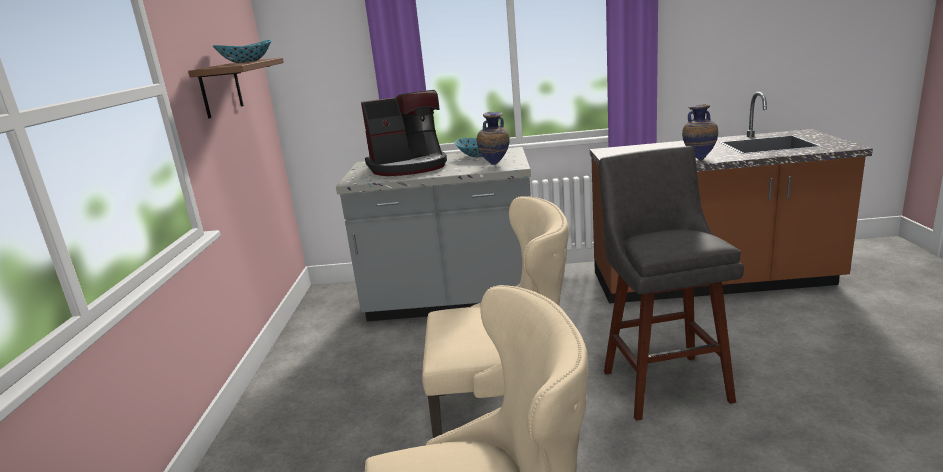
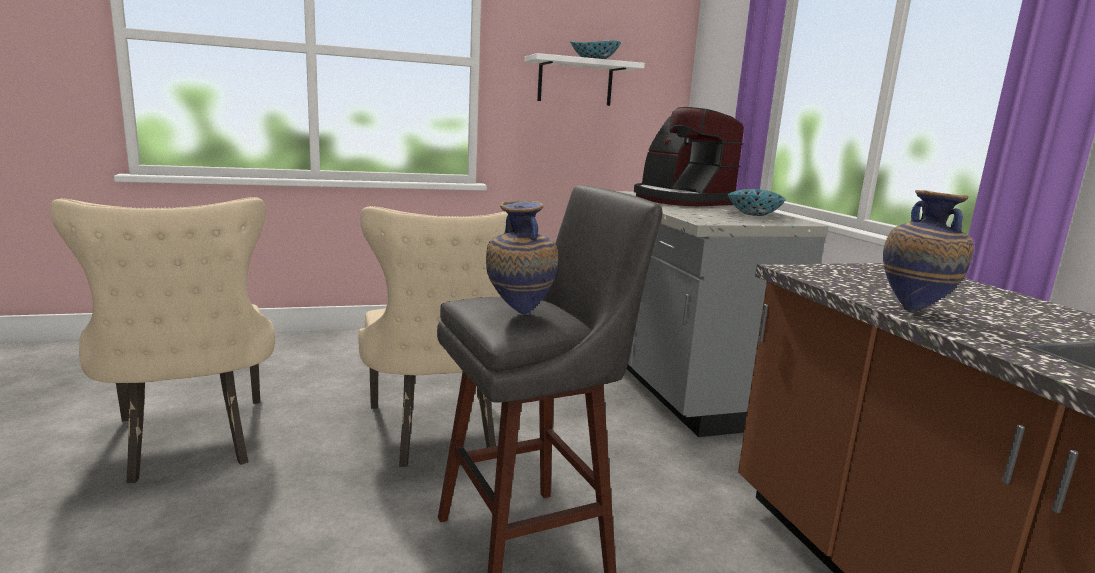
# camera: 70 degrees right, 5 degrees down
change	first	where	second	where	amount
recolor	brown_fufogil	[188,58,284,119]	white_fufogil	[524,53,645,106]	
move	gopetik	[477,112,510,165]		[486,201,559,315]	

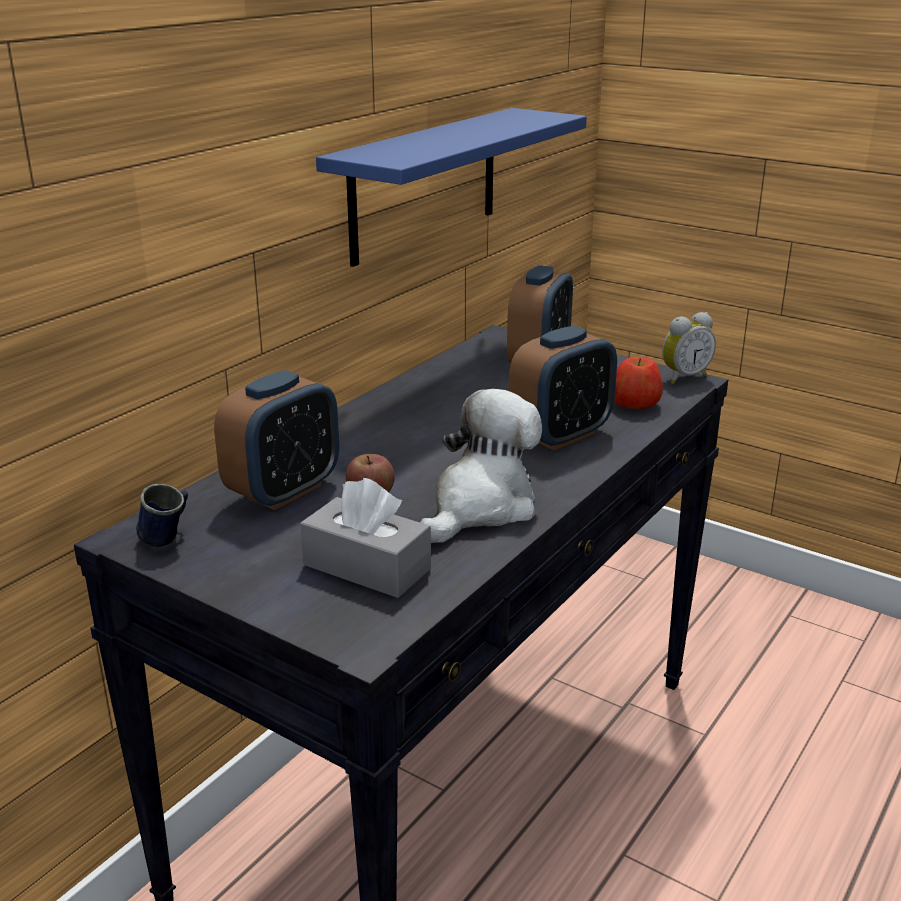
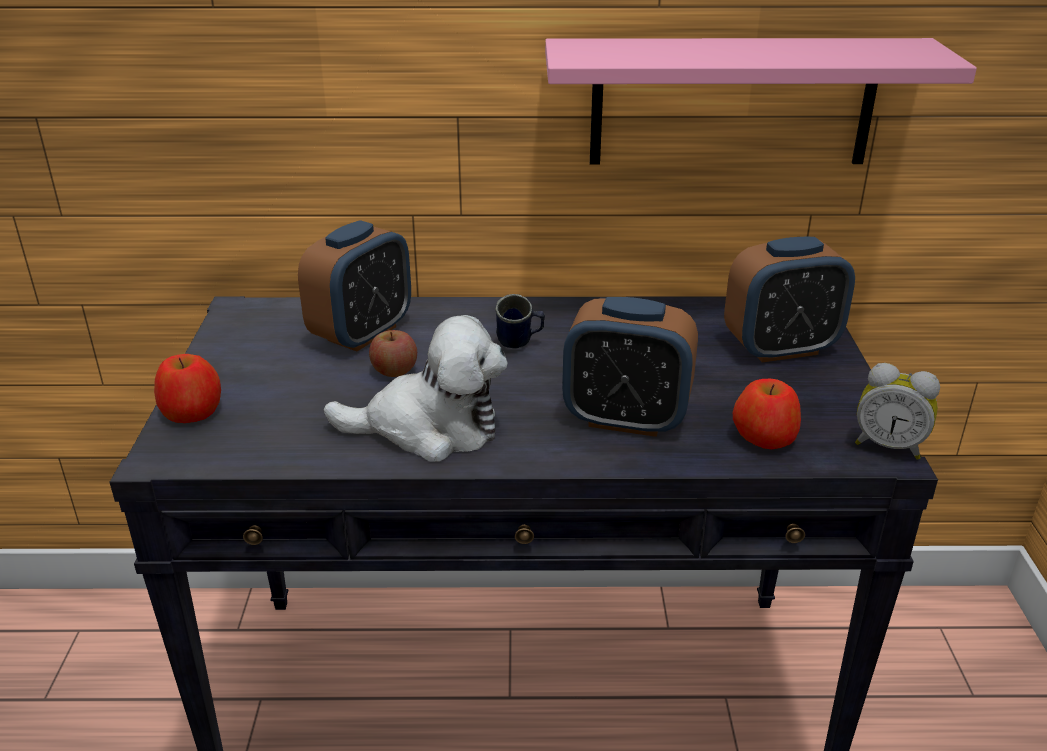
# camera: 55 degrees right, 5 degrees up
change	first	where	second	where	amount
move	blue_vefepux	[136,484,188,547]		[495,294,545,349]	
rotate	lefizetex	[214,370,339,510]		[298,220,411,352]	60 degrees counterclockwise
delete	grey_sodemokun	[300,478,431,598]			
recolor	blue_fufogil	[316,108,587,267]	pink_fufogil	[545,38,977,165]	
insert			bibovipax	[154,354,221,423]	

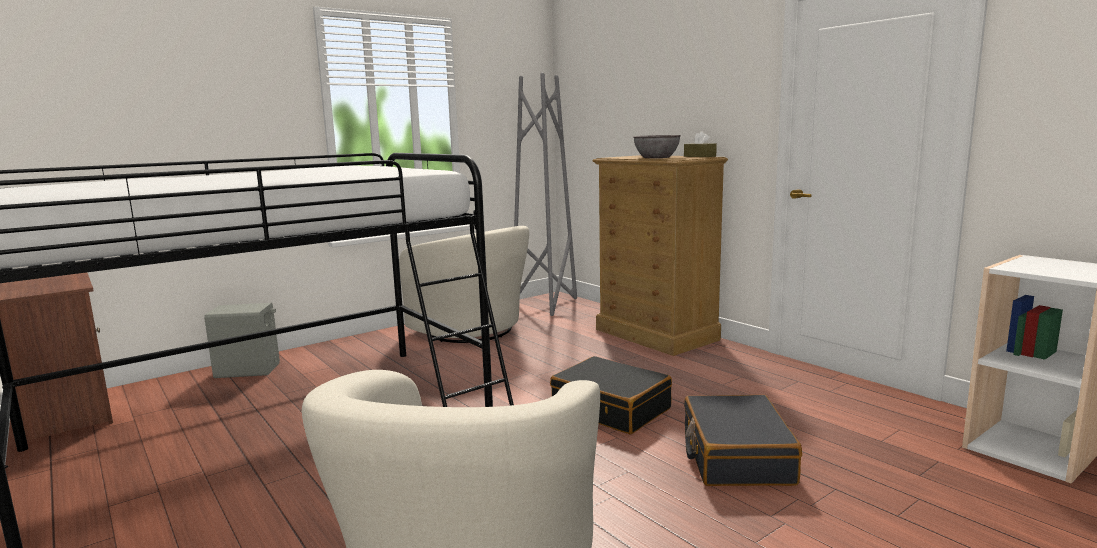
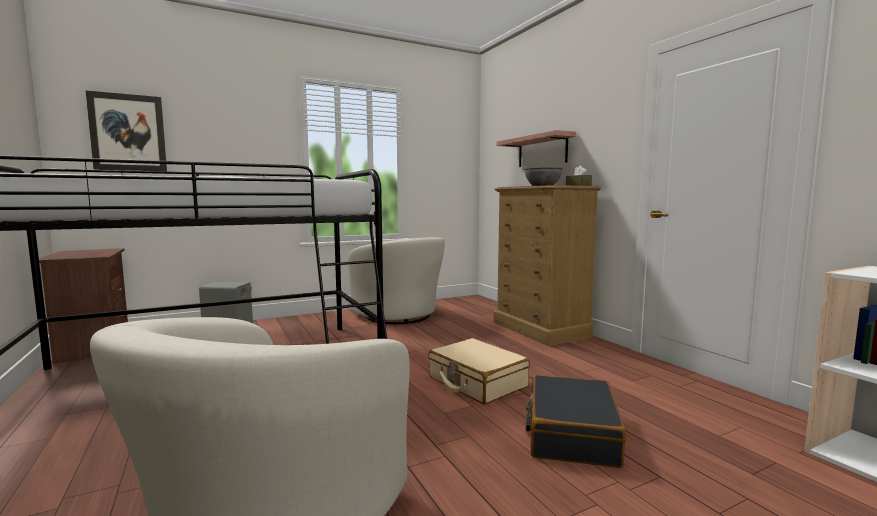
# camera: 10 degrees right, 5 degrees down
change	first	where	second	where	amount
delete	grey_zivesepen	[514,73,577,316]			
recolor	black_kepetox	[550,356,672,434]	beige_kepetox	[428,338,530,405]	
insert			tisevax	[86,91,167,171]	
insert			fufogil	[496,130,576,167]	

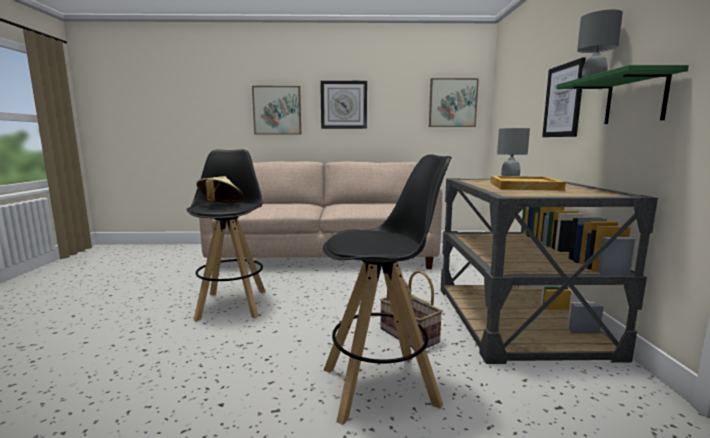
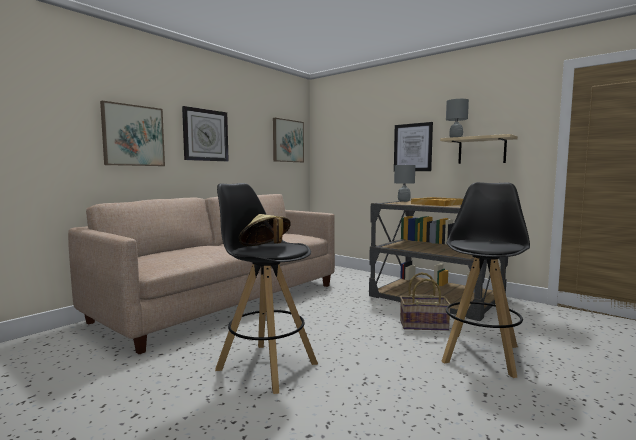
# camera: 50 degrees left, 5 degrees down
change	first	where	second	where	amount
recolor	green_fufogil	[556,65,689,124]	beige_fufogil	[440,134,518,164]	

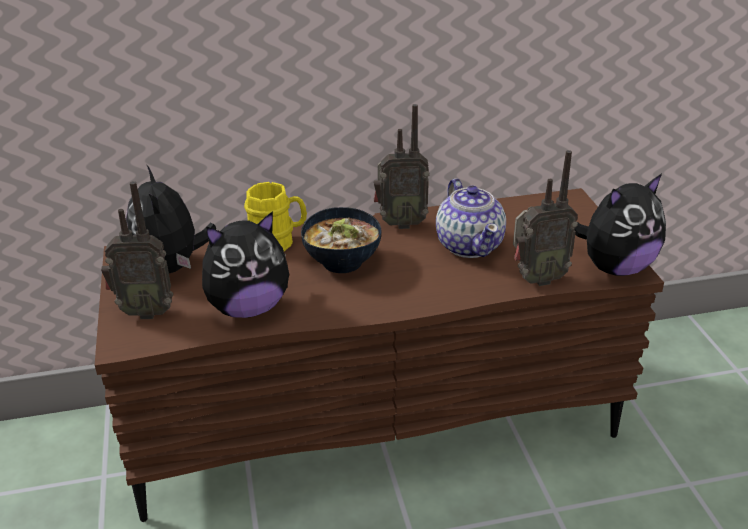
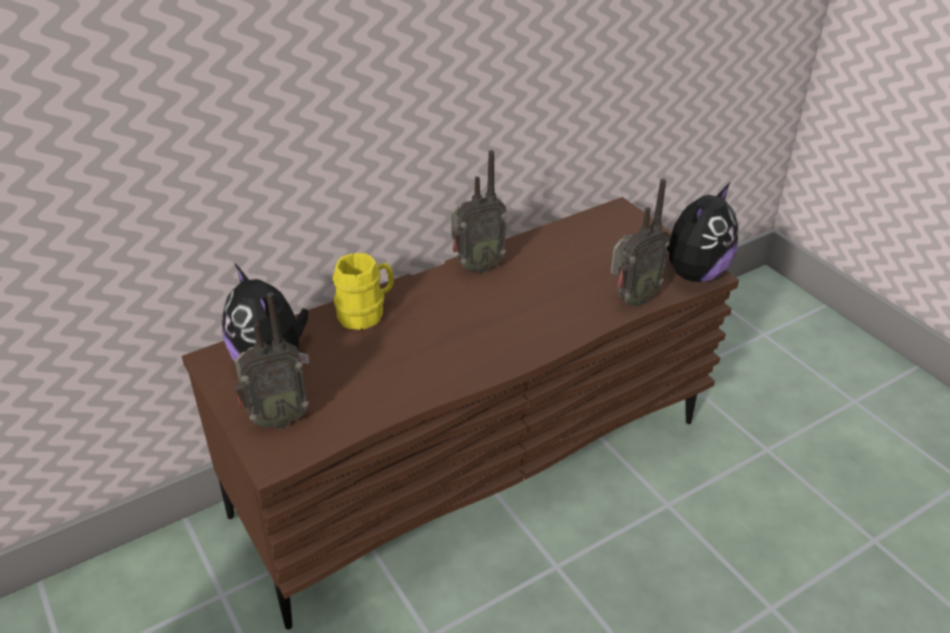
# camera: 20 degrees left, 5 degrees up
change	first	where	second	where	amount
delete	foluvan	[202,211,289,318]			
delete	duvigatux	[301,207,382,273]			
delete	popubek	[436,178,506,258]			

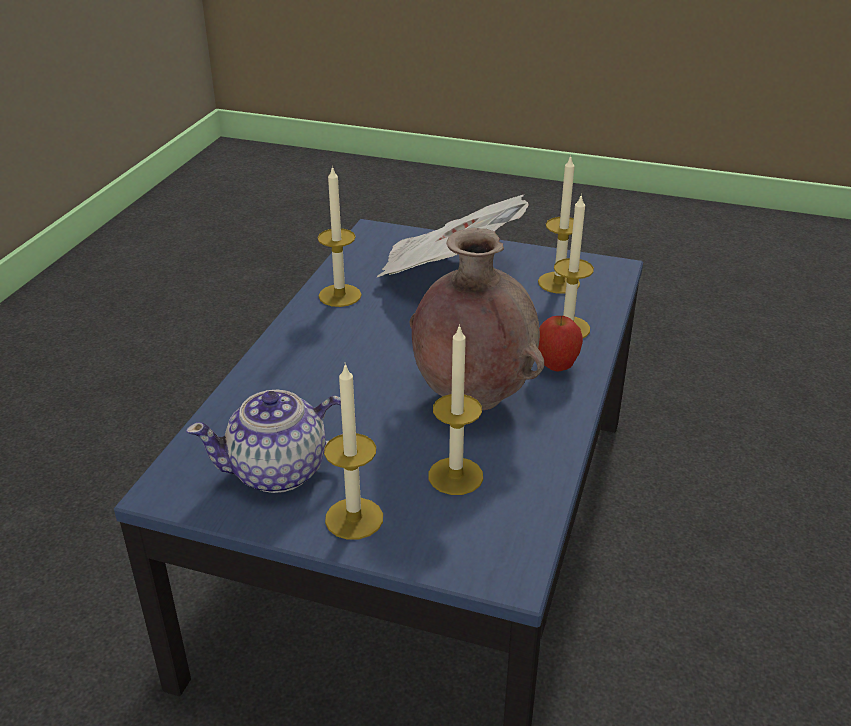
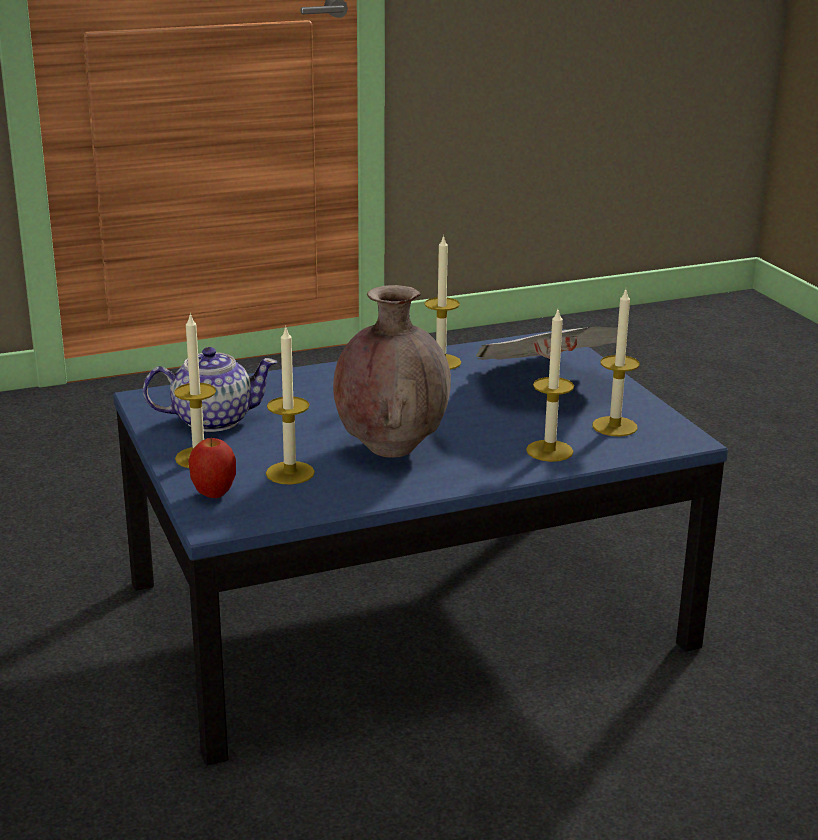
# camera: 50 degrees right, 10 degrees down
change	first	where	second	where	amount
rotate	popubek	[186,390,356,493]		[143,347,277,432]	135 degrees clockwise
move	bibovipax	[538,316,583,372]		[188,437,236,498]	

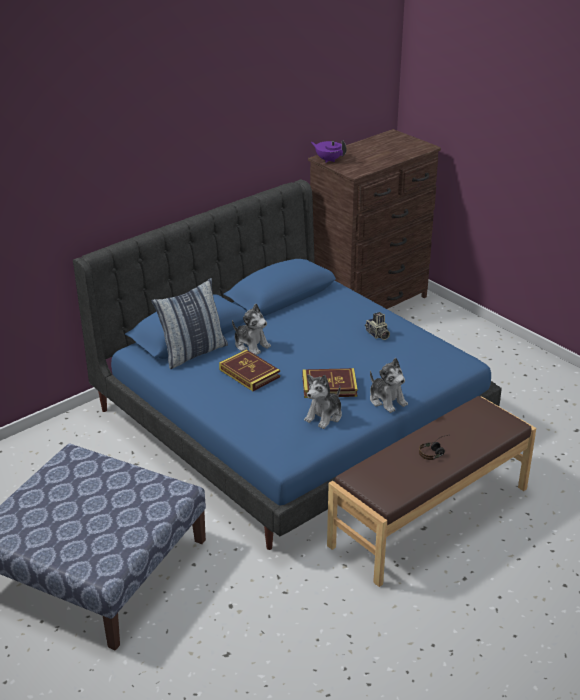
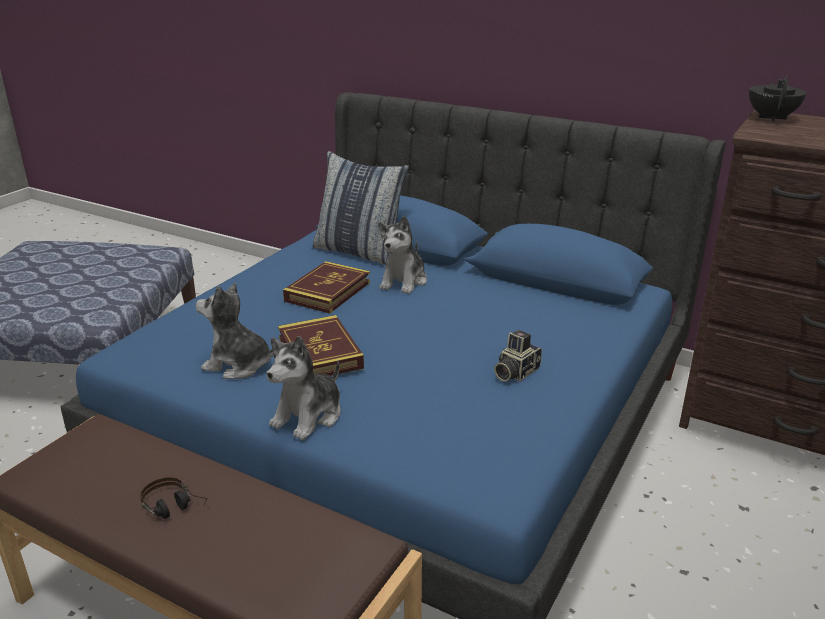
# camera: 70 degrees right, 5 degrees down
change	first	where	second	where	amount
recolor	purple_popubek	[311,140,346,163]	black_popubek	[749,77,806,121]	

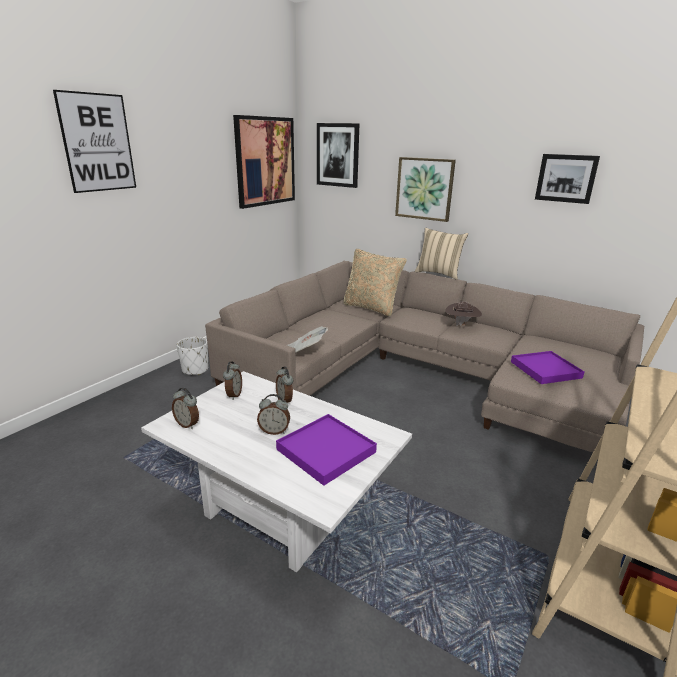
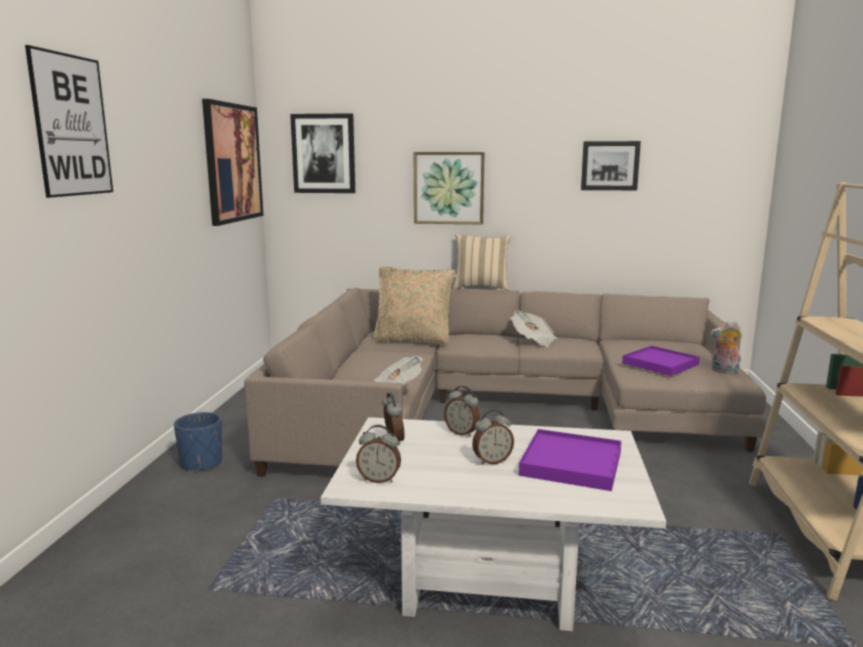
# camera: 25 degrees left, 10 degrees down
change	first	where	second	where	amount
recolor	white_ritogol	[177,337,208,375]	blue_ritogol	[174,412,222,471]	
replace	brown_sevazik	[445,301,482,326]	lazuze	[511,311,557,347]	
insert			foluvan	[710,322,742,374]	

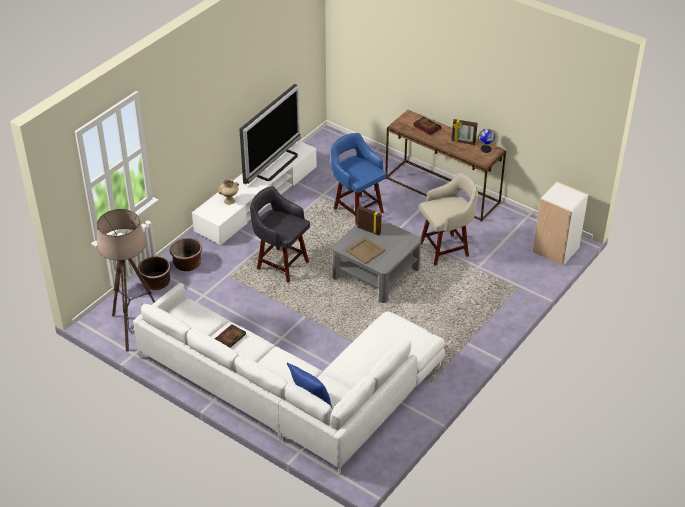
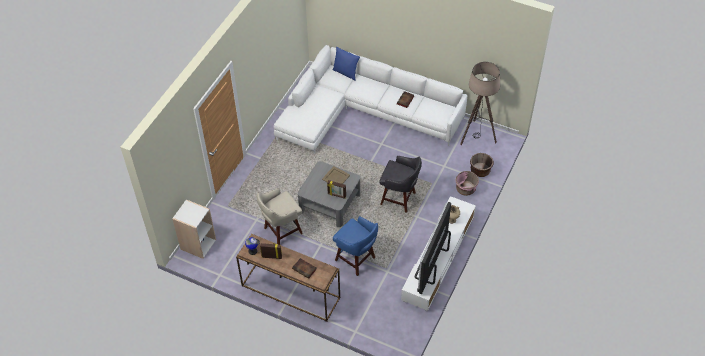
# camera: 170 degrees right, 10 degrees up
change	first	where	second	where	amount
recolor	brown_ritogol	[170,238,202,271]	pink_ritogol	[455,171,479,196]	

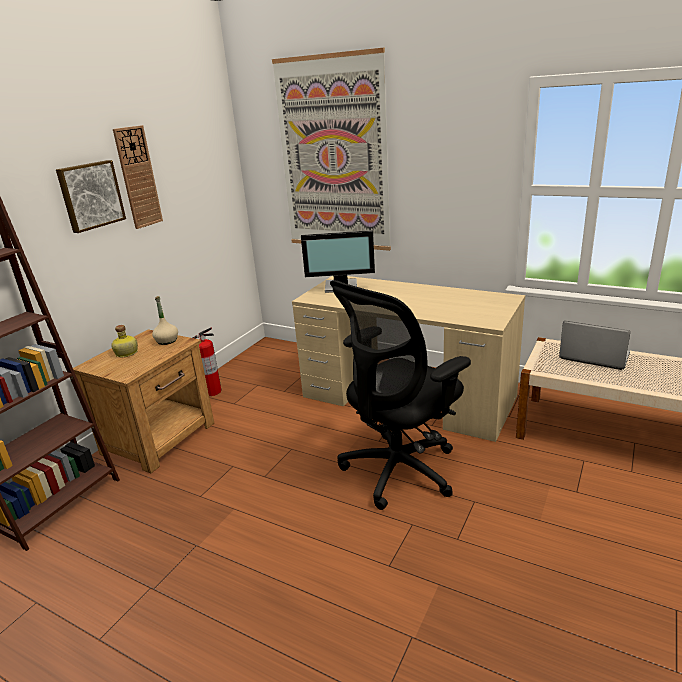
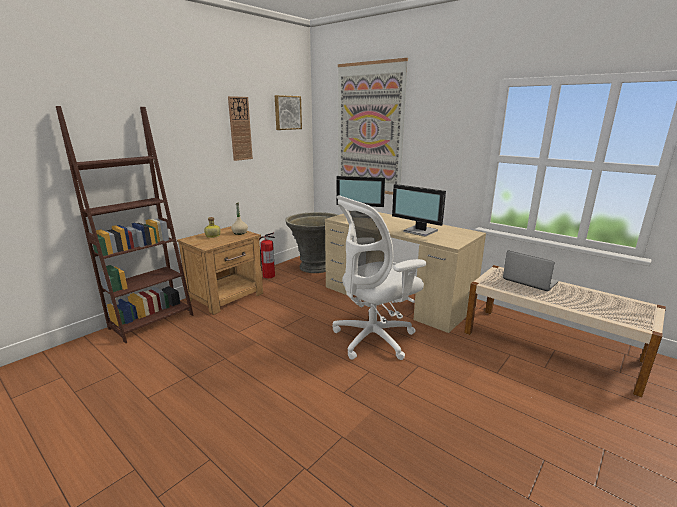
# camera: 10 degrees right, 5 degrees down
change	first	where	second	where	amount
move	tisevax	[56,160,126,233]		[275,95,302,130]	
recolor	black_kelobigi	[330,280,471,510]	white_kelobigi	[333,195,426,360]	
insert			grey_ritogol	[285,212,337,273]	
insert			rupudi	[392,184,446,237]	

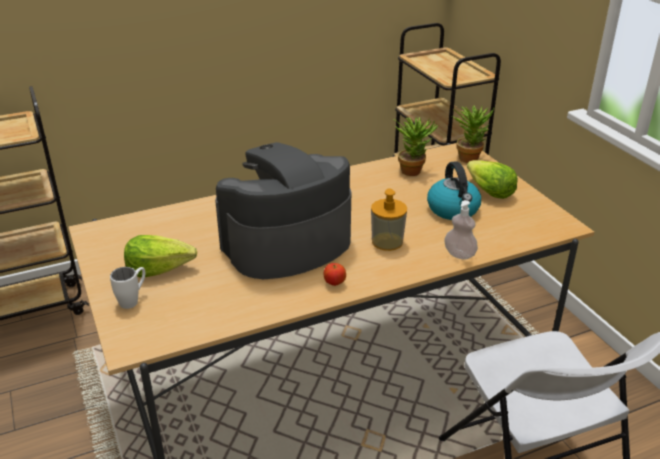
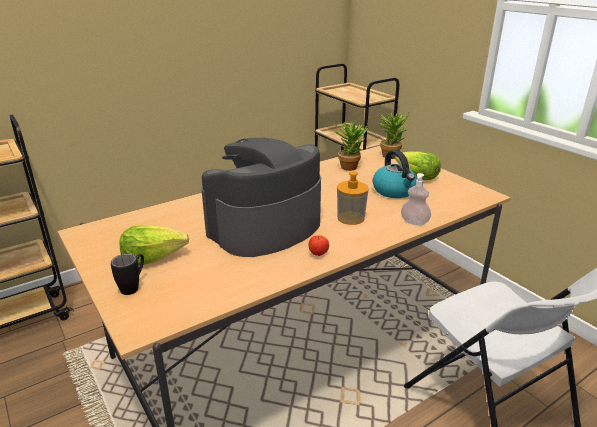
# camera: 10 degrees left, 5 degrees down
change	first	where	second	where	amount
recolor	white_vefepux	[110,267,146,309]	black_vefepux	[111,254,144,295]	

